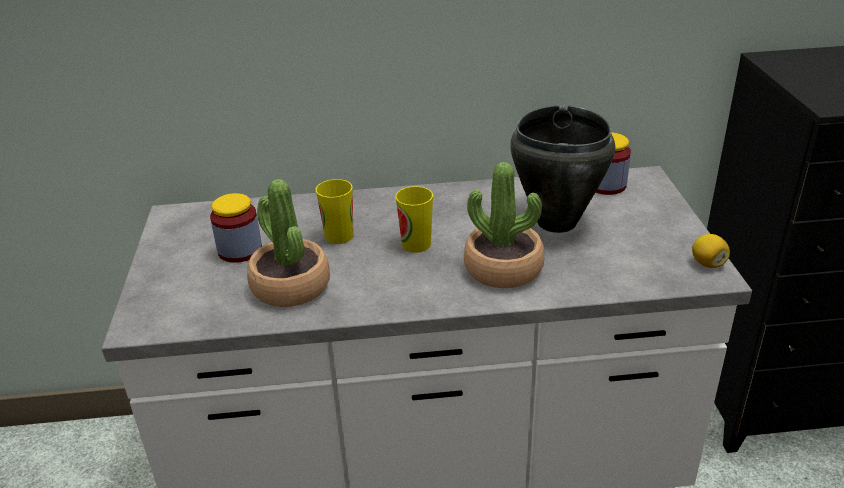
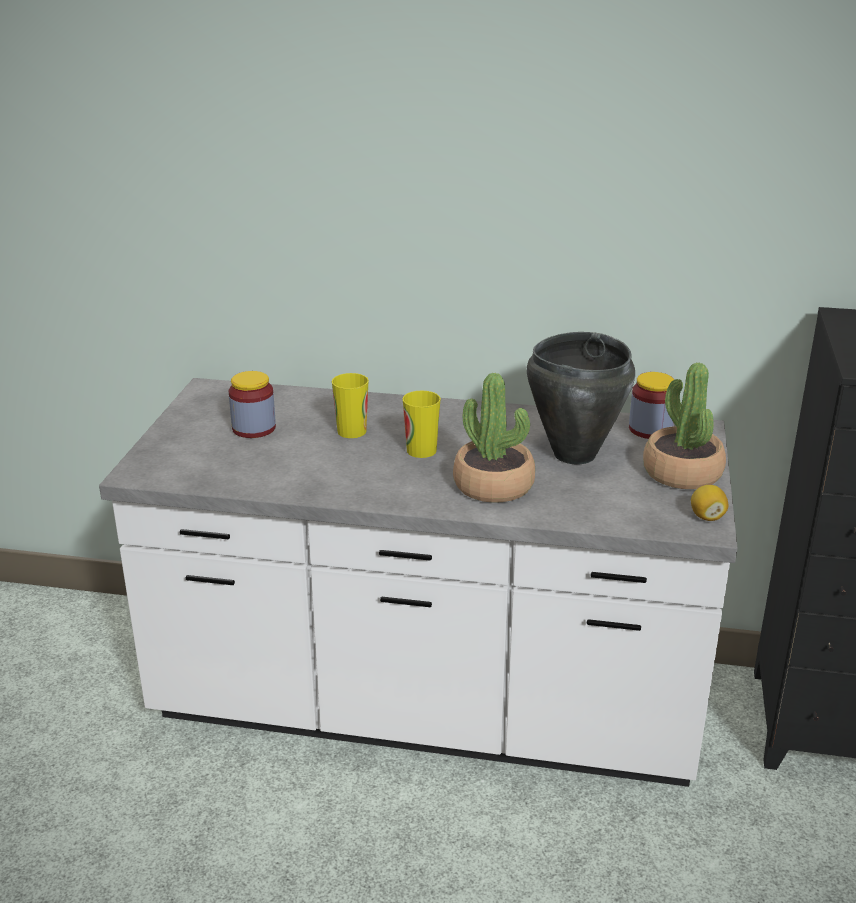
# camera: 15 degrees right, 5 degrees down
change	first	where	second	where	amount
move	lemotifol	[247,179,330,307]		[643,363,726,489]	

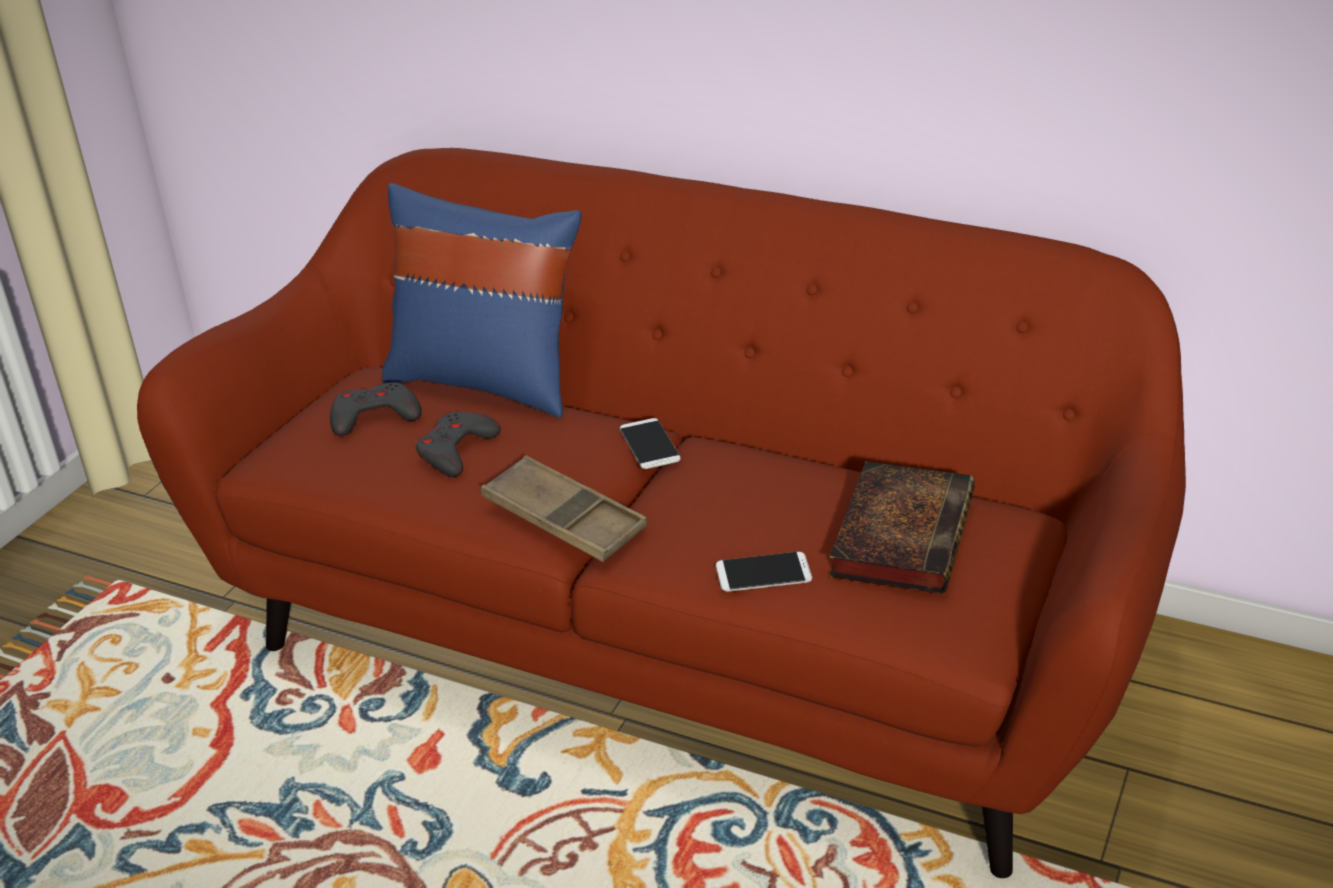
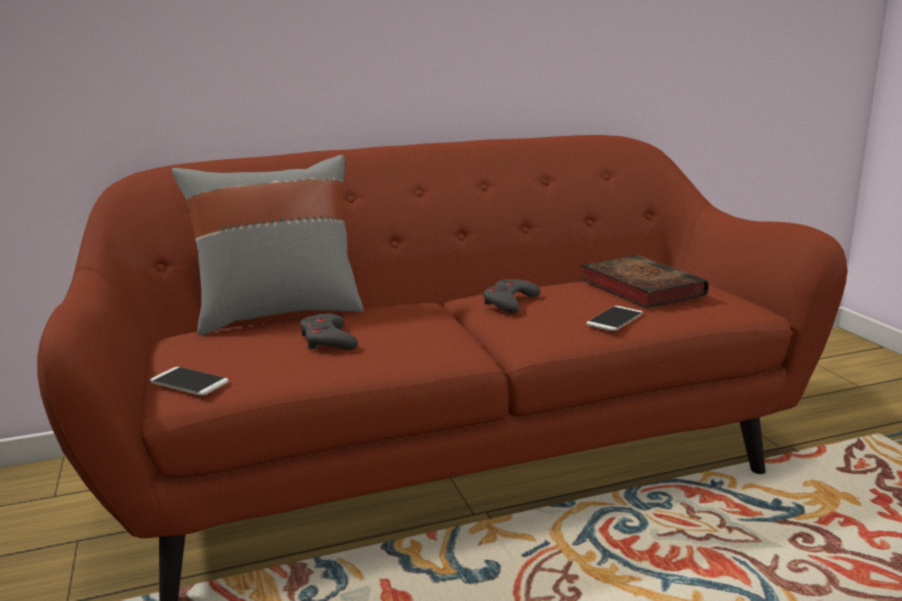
# camera: 45 degrees left, 15 degrees down
change	first	where	second	where	amount
move	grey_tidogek	[330,382,421,436]		[483,279,541,313]	
recolor	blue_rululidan	[381,183,581,418]	grey_rululidan	[172,155,364,335]	
delete	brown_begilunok	[481,455,647,562]			
move	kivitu	[620,418,681,469]		[150,367,229,396]	

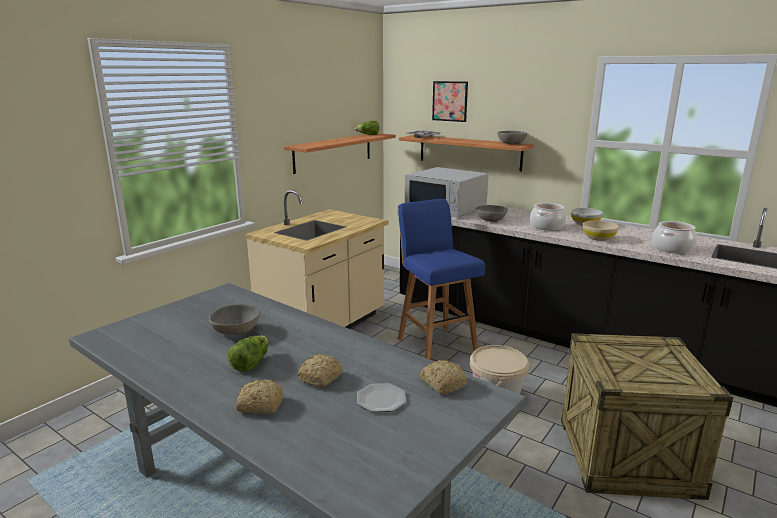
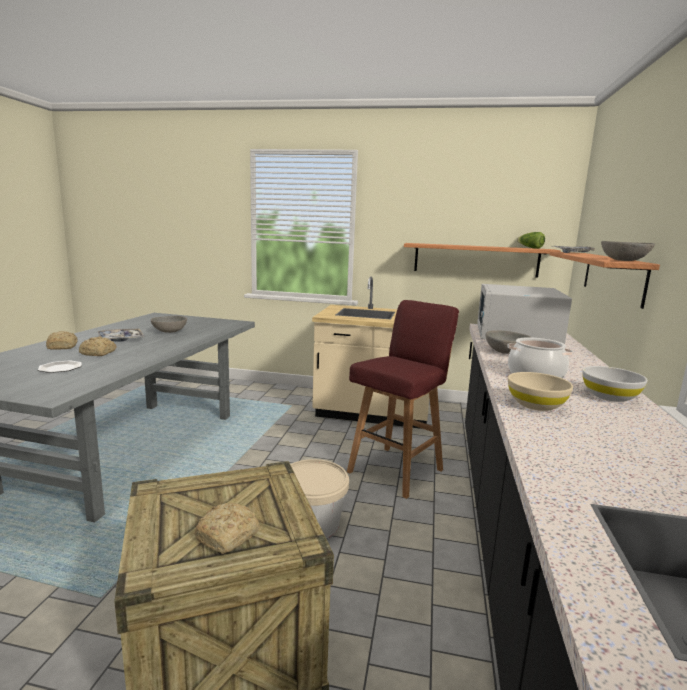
# camera: 65 degrees right, 5 degrees down
change	first	where	second	where	amount
replace	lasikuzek	[228,336,268,372]	begilunok	[98,329,144,342]	
recolor	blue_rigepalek	[398,199,485,360]	red_rigepalek	[347,300,459,499]	
move	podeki	[420,360,467,394]		[194,503,260,554]	
delete	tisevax	[432,81,468,122]			
delete	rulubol	[652,221,697,254]			

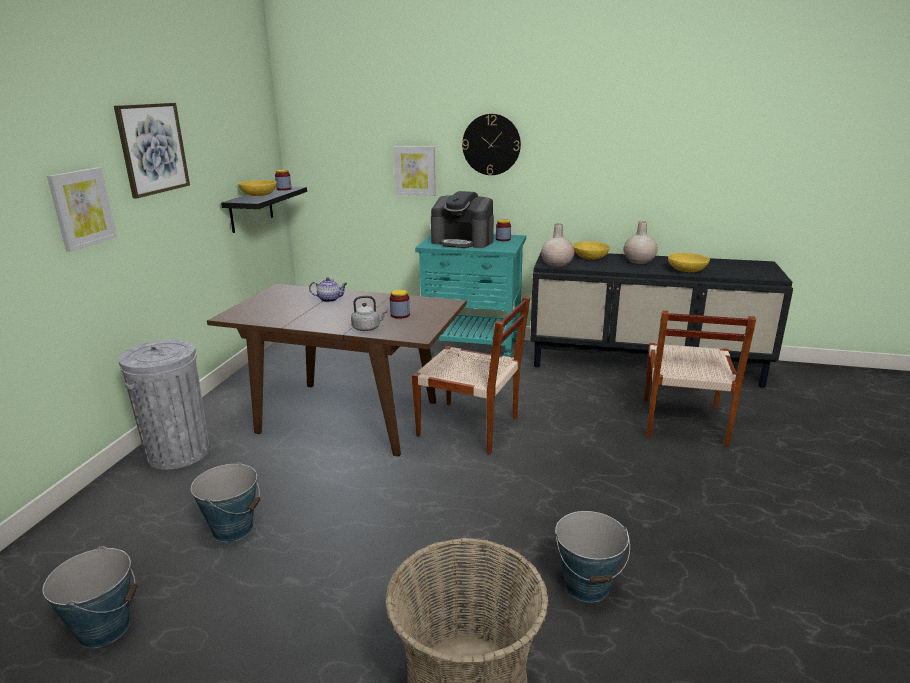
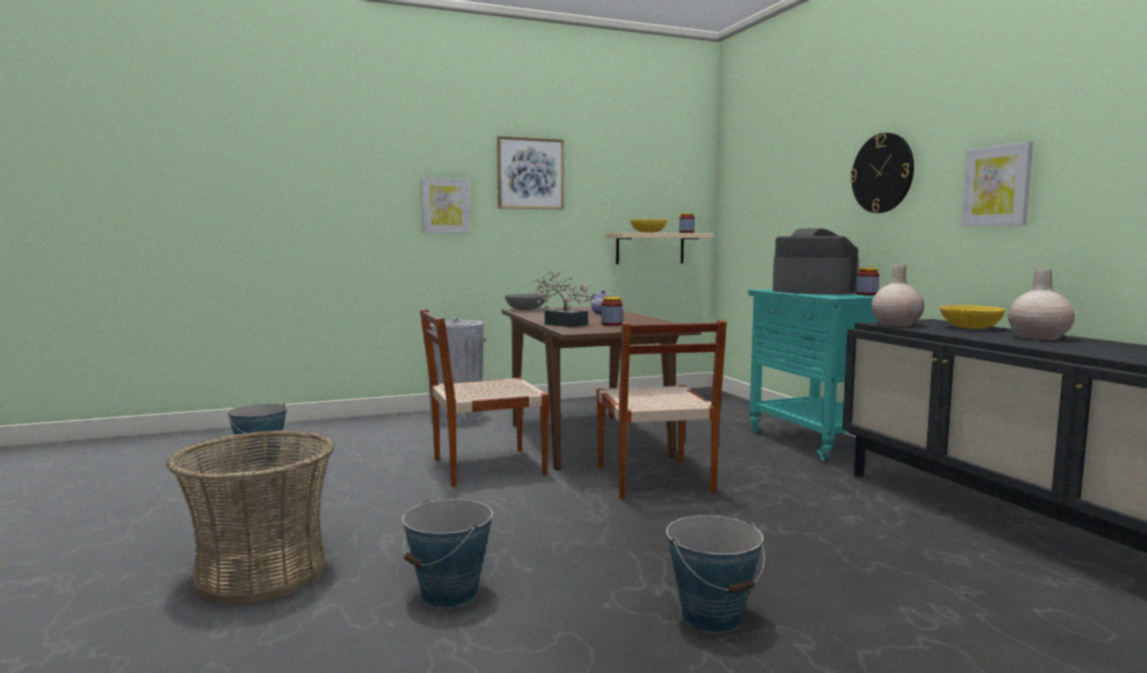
# camera: 55 degrees right, 15 degrees down
change	first	where	second	where	amount
move	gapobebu	[191,462,261,542]		[666,515,765,633]	
recolor	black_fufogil	[221,187,307,233]	beige_fufogil	[606,233,713,264]	
replace	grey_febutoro	[351,296,388,331]	lemotifol	[532,271,596,327]	
move	tisevax	[394,146,436,196]		[961,141,1033,226]	
rotate	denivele	[431,191,494,248]		[773,228,859,295]	150 degrees clockwise
move	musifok	[644,310,756,446]		[420,309,549,487]	
delete	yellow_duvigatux	[668,253,710,272]			
insert			grey_duvigatux	[505,294,547,310]	

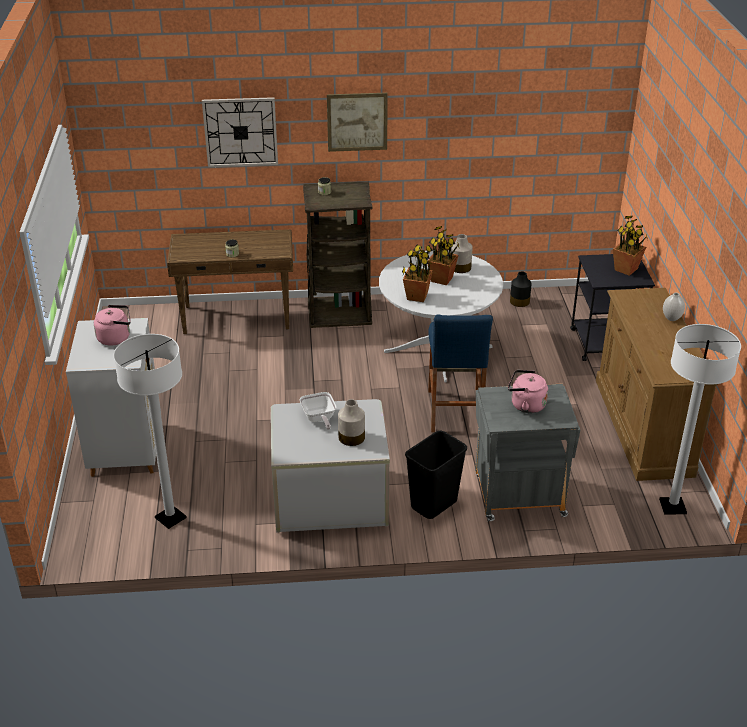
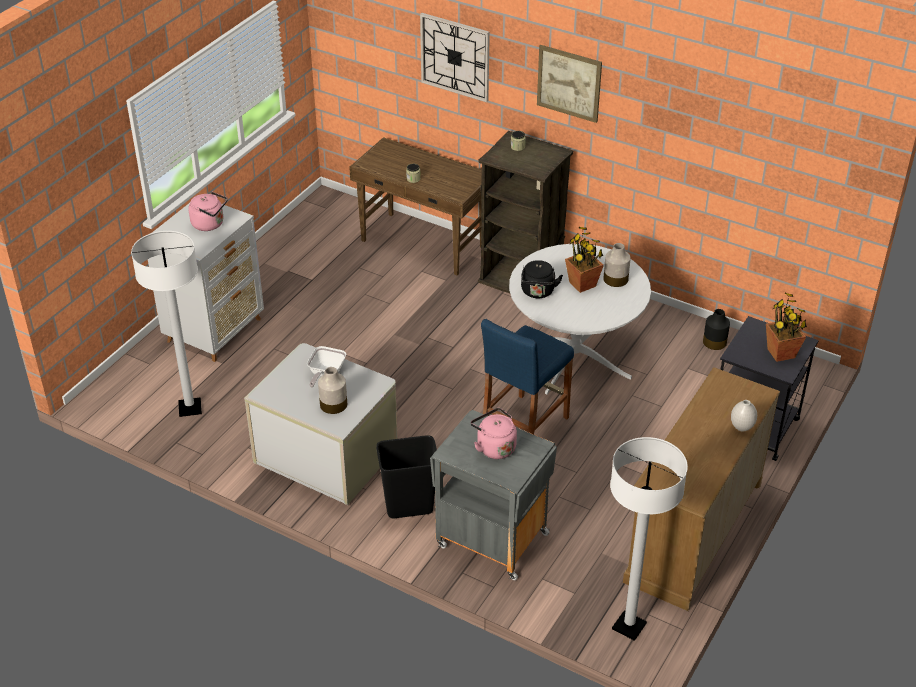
# camera: 35 degrees right, 5 degrees up
change	first	where	second	where	amount
replace	lemotifol	[402,244,433,302]	black_febutoro	[521,260,563,298]	

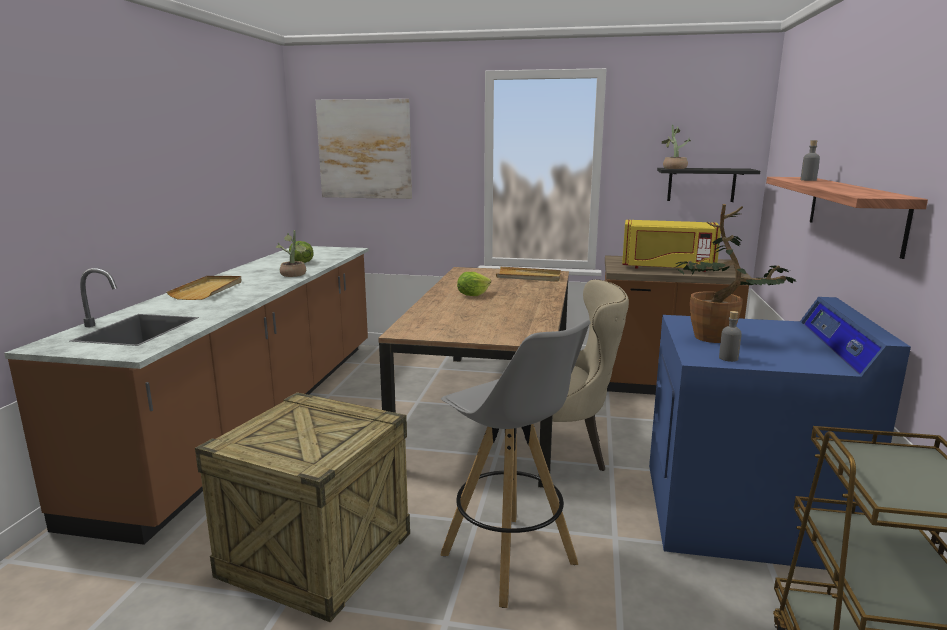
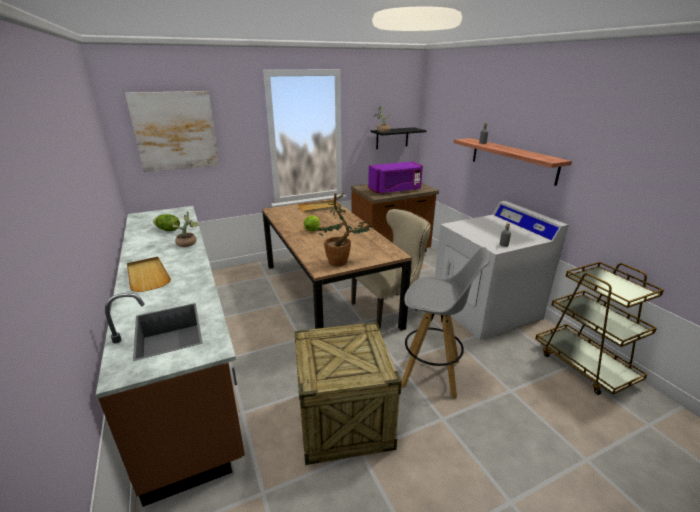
# camera: 35 degrees left, 10 degrees up
change	first	where	second	where	amount
recolor	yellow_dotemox	[622,220,721,272]	purple_dotemox	[368,162,423,194]	
recolor	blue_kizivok	[649,297,911,570]	white_kizivok	[435,201,568,340]	
move	lemotifol	[675,204,797,343]		[316,193,373,266]	

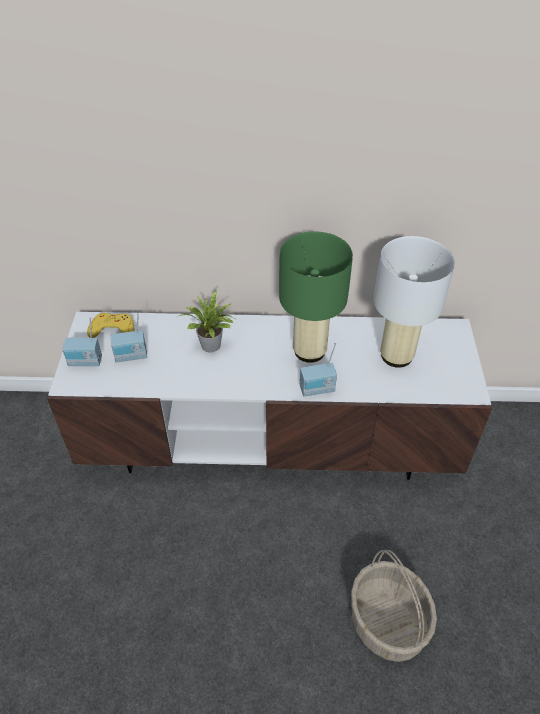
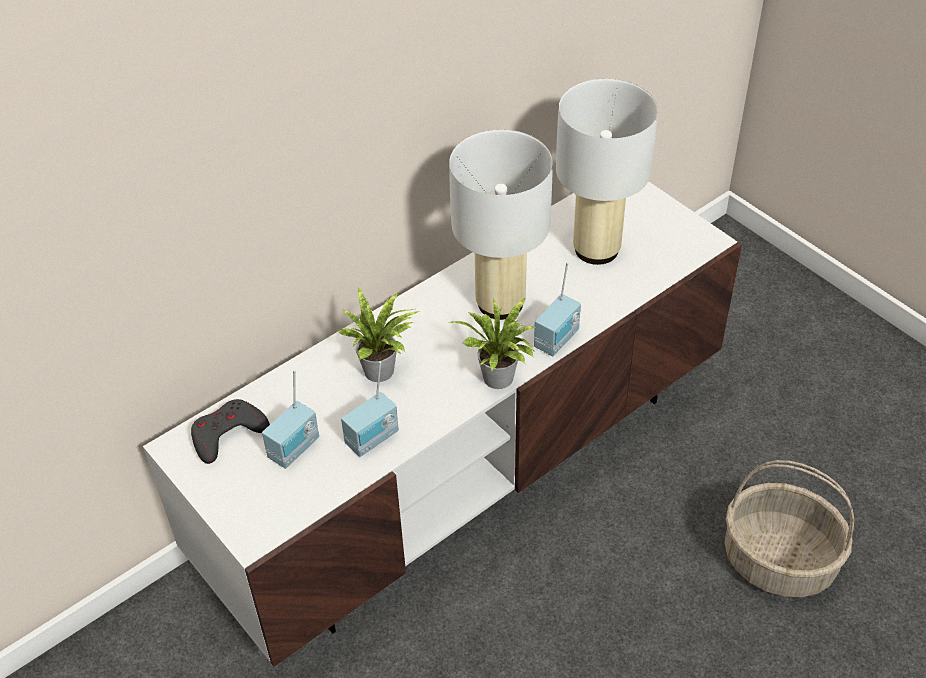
# camera: 40 degrees left, 0 degrees up
change	first	where	second	where	amount
move	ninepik	[62,317,102,366]		[341,362,399,457]	
recolor	yellow_tidogek	[87,313,135,338]	grey_tidogek	[191,399,270,464]	
recolor	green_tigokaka	[279,231,353,363]	white_tigokaka	[449,129,553,320]	
insert			lemotifol	[450,298,537,389]	

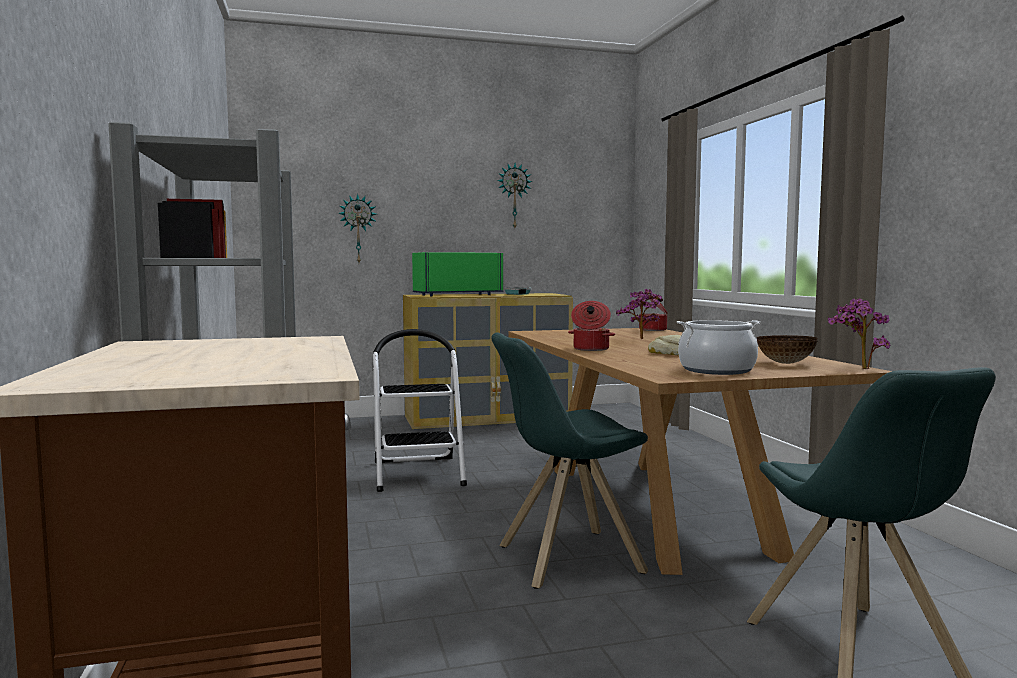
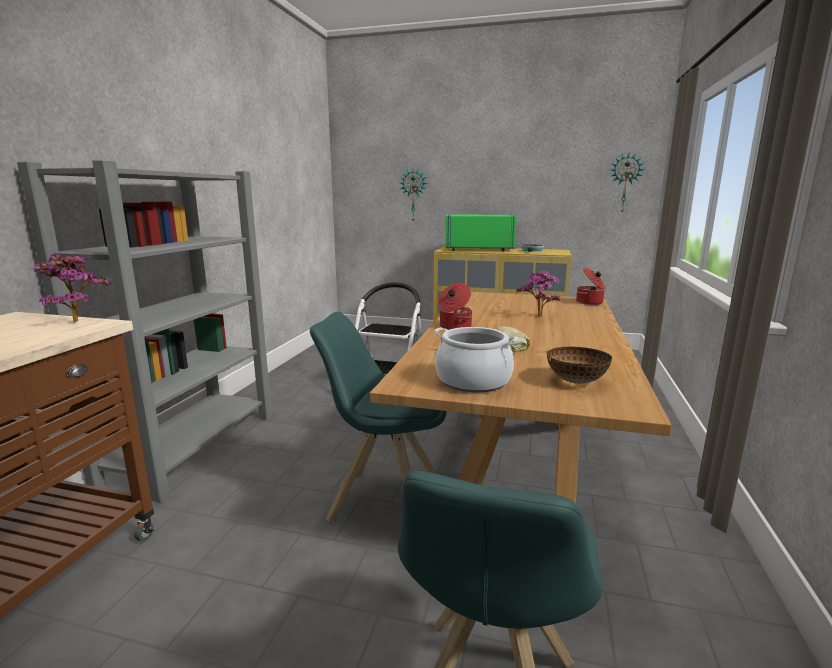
# camera: 30 degrees right, 10 degrees up
change	first	where	second	where	amount
move	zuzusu	[497,163,532,228]		[611,153,645,212]	
move	lemotifol	[828,298,890,369]		[33,253,111,323]	

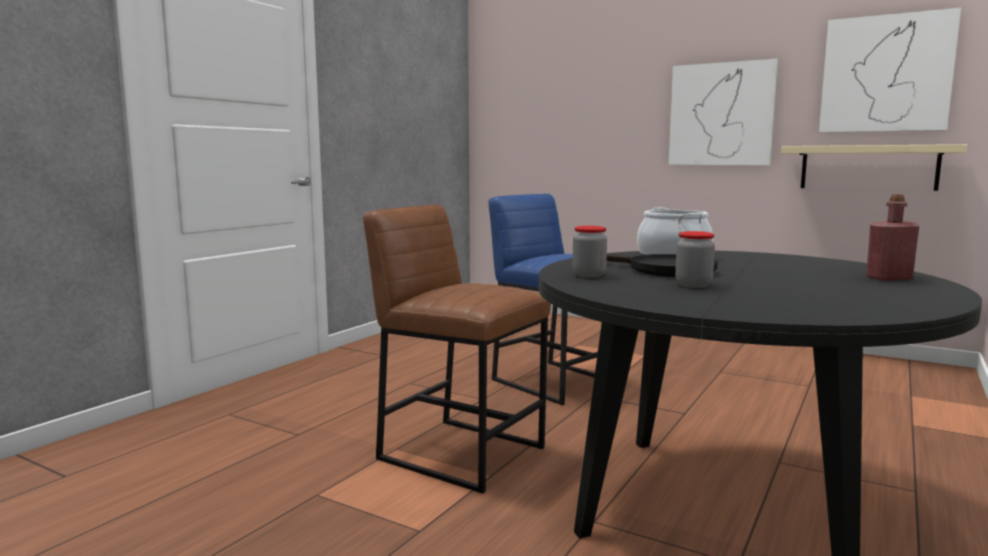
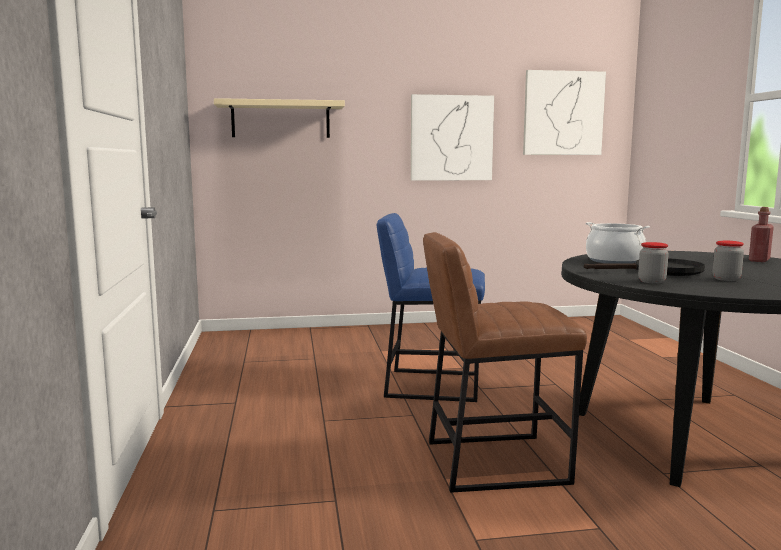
# camera: 40 degrees left, 0 degrees up
change	first	where	second	where	amount
move	beige_fufogil	[781,144,968,191]		[214,98,345,138]	

